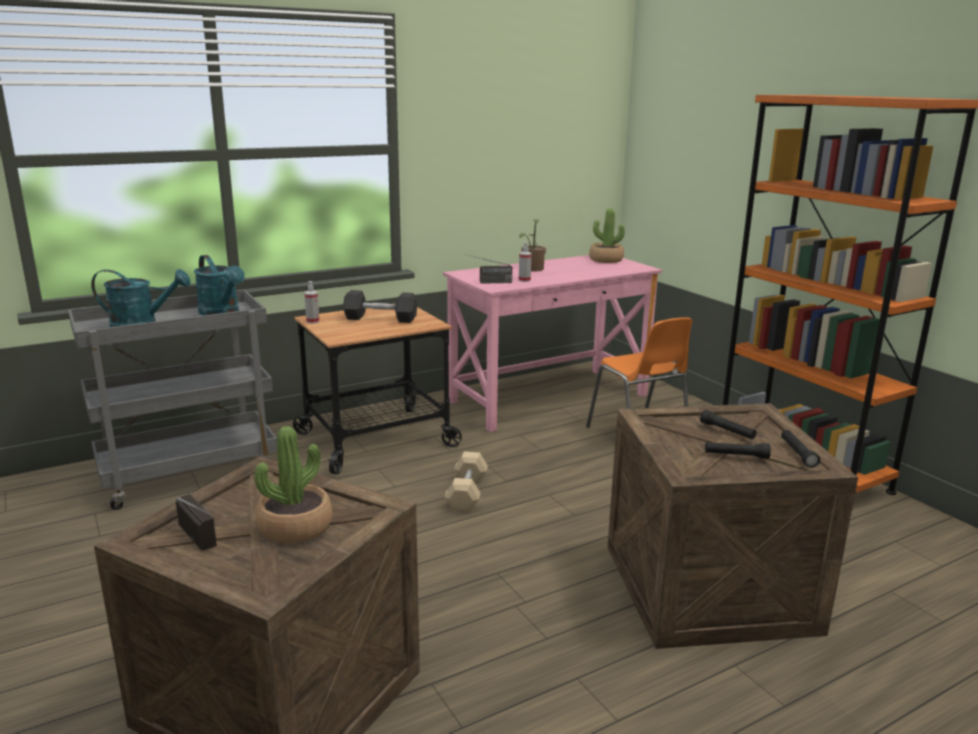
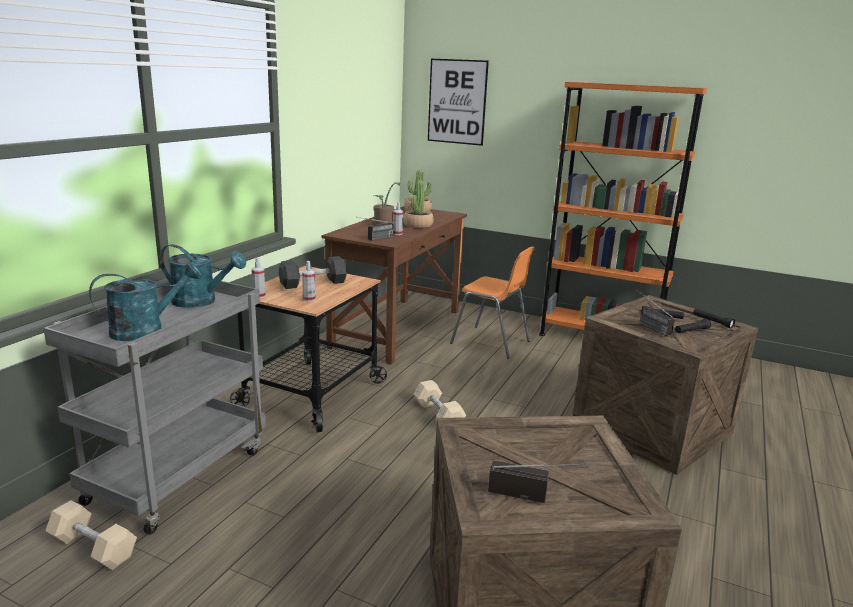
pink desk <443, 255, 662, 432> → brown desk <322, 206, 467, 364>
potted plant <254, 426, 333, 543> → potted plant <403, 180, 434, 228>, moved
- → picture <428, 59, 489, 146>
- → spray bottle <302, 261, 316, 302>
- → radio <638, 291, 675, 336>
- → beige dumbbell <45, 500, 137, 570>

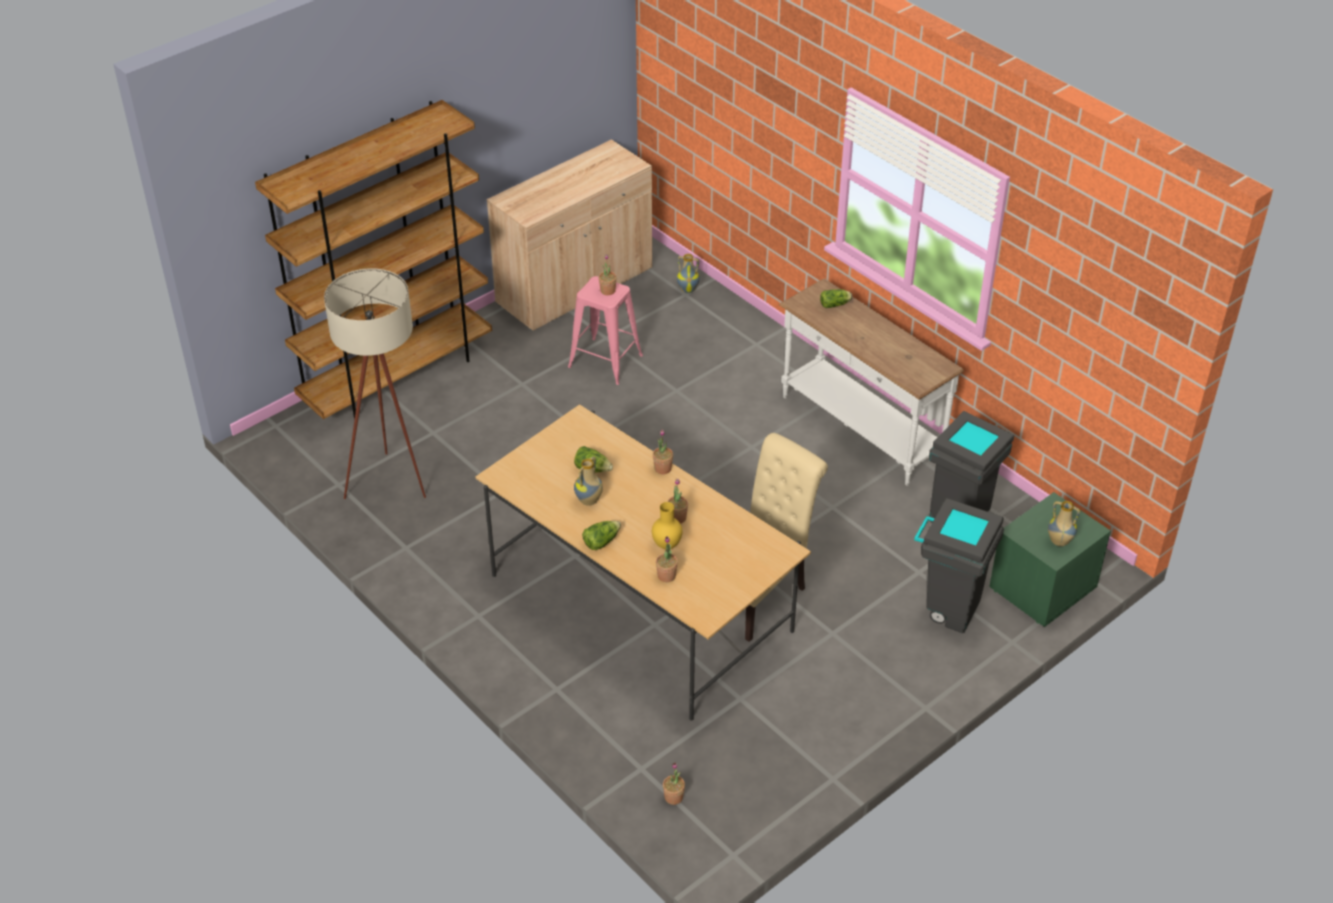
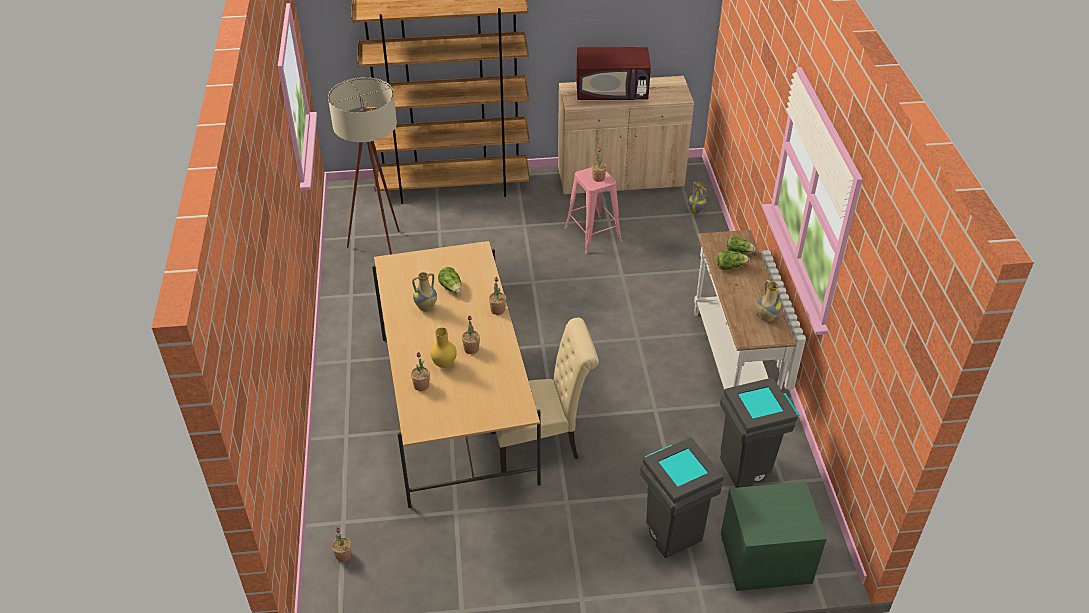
vase <1048, 501, 1080, 546> → vase <757, 280, 782, 322>, moved
lettuce <582, 521, 621, 550> → lettuce <717, 251, 750, 270>, moved
- → red microwave <576, 47, 651, 100>

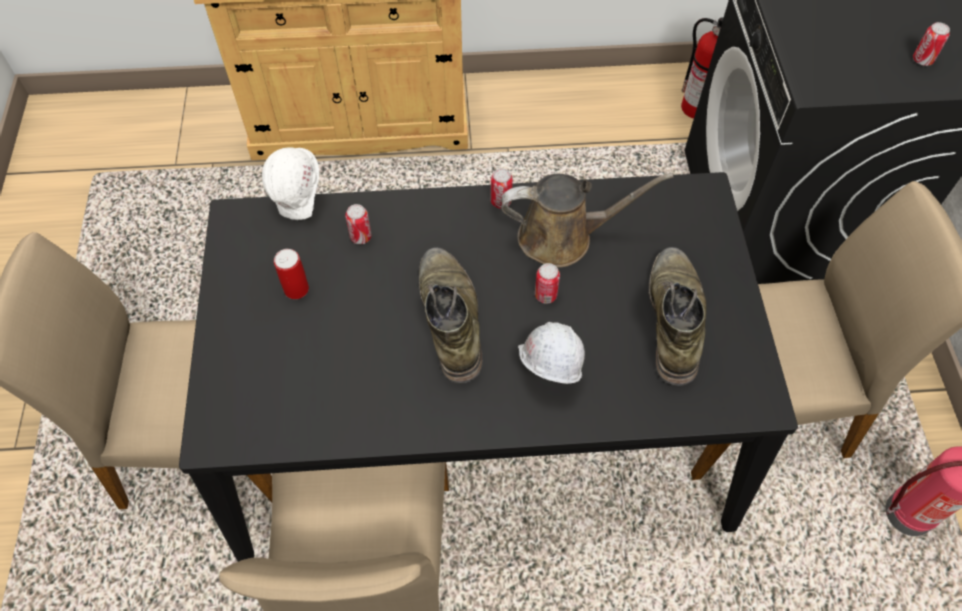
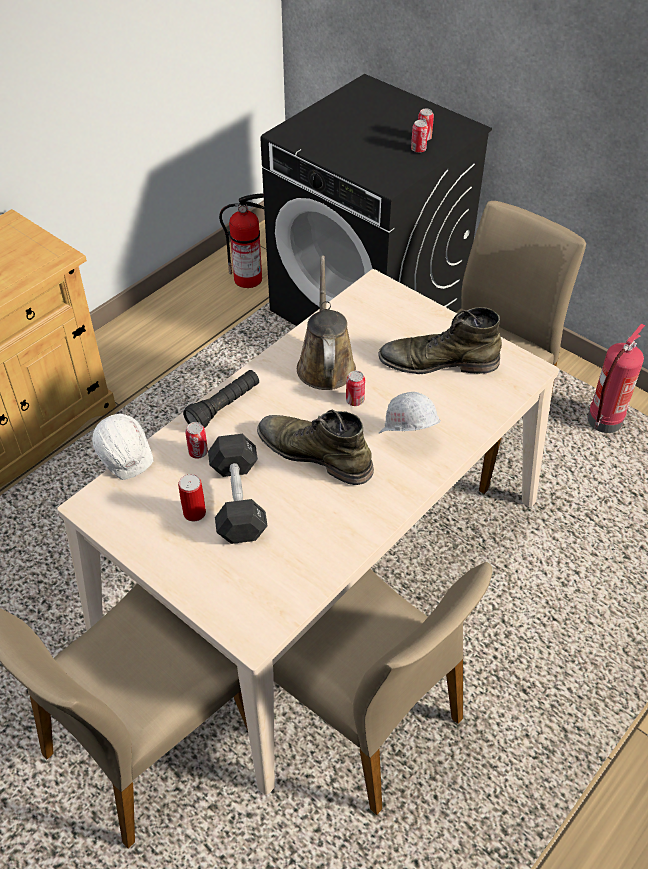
can <491, 168, 513, 208> → can <411, 120, 428, 153>, moved
black dining table <179, 172, 798, 562> → beige dining table <57, 269, 559, 795>
brown watering can <501, 173, 674, 268> → brown watering can <297, 256, 356, 390>, 45 degrees counterclockwise
green boot <648, 247, 706, 386> → green boot <378, 307, 502, 374>, 45 degrees counterclockwise
- → black flashlight <183, 370, 259, 428>
- → black dumbbell <208, 434, 267, 544>

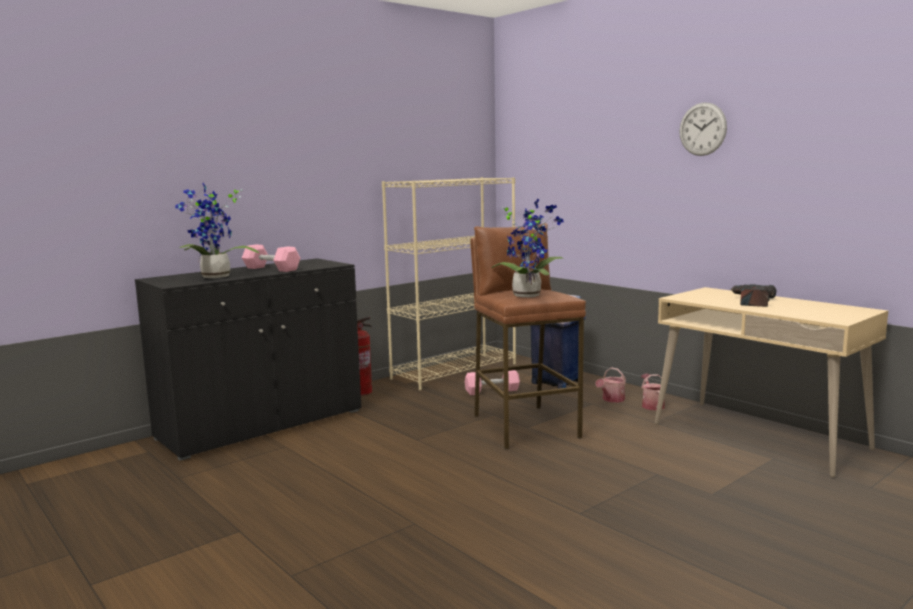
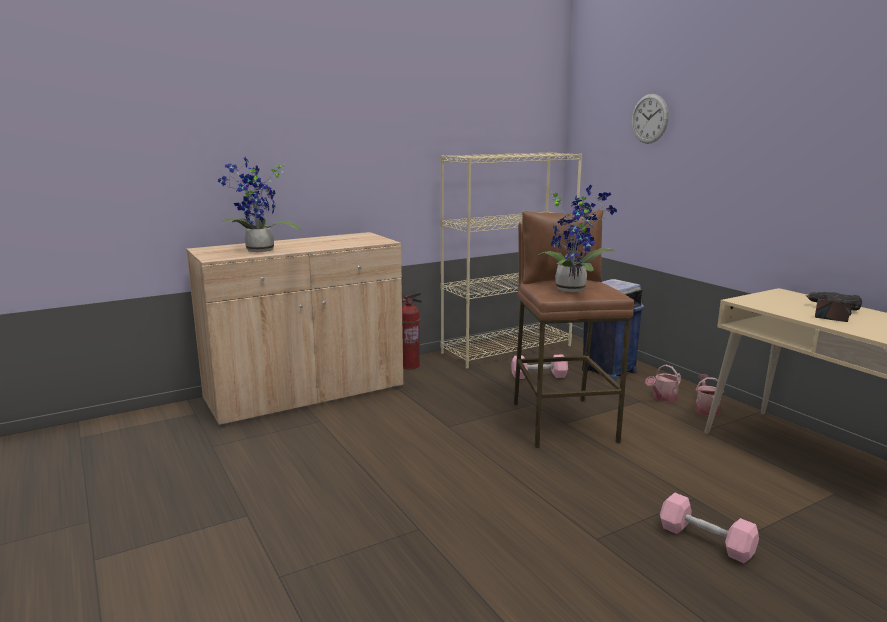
wall clock <679, 102, 727, 156> → wall clock <632, 94, 669, 144>, moved
pink dumbbell <242, 244, 300, 272> → pink dumbbell <660, 493, 759, 563>, moved
black cabinet <135, 258, 361, 461> → beige cabinet <186, 232, 403, 427>

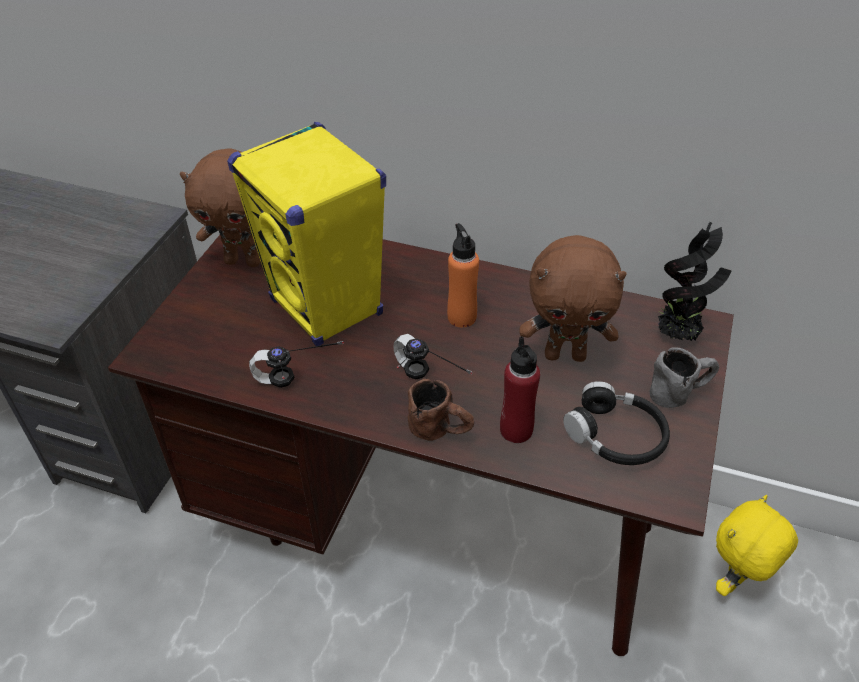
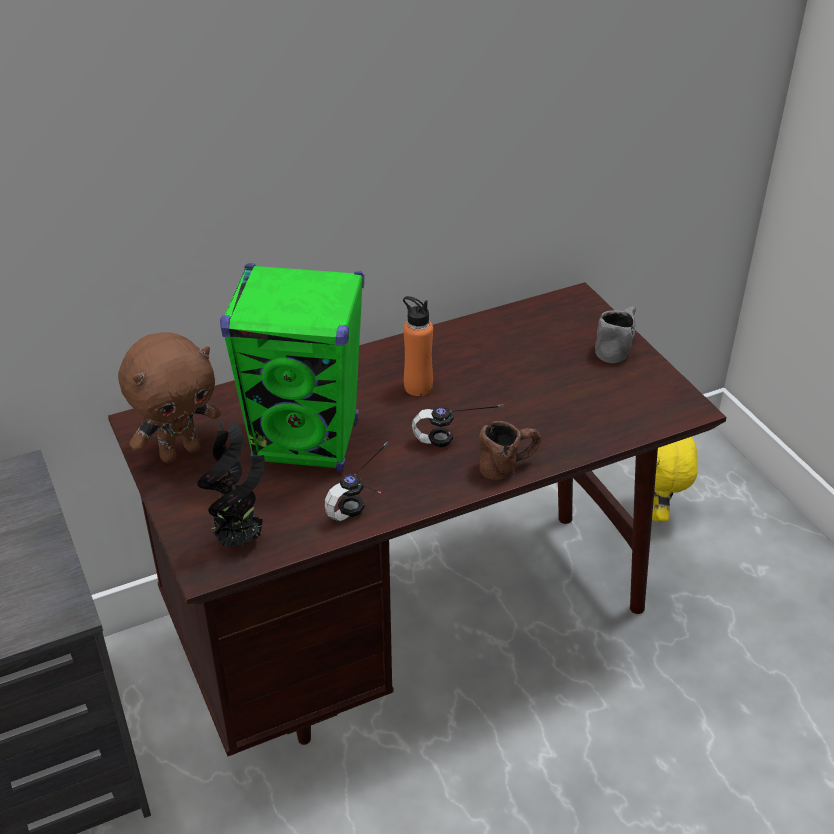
yellow speaker <227, 122, 386, 346> → green speaker <220, 263, 364, 472>
potted plant <658, 222, 732, 341> → potted plant <197, 420, 265, 548>, moved
brown plush toy <519, 235, 627, 362> → -
red bottle <500, 336, 540, 443> → -
black headphones <563, 381, 670, 465> → -

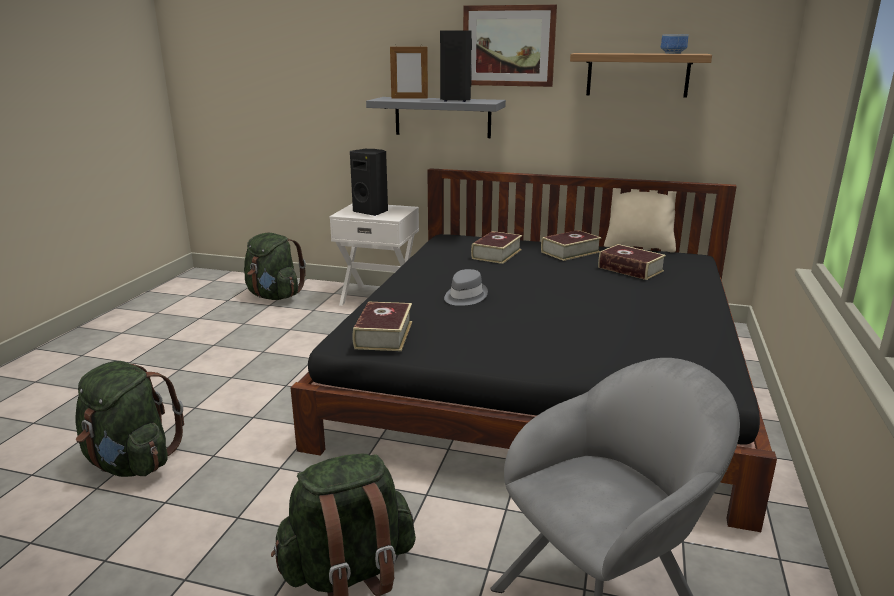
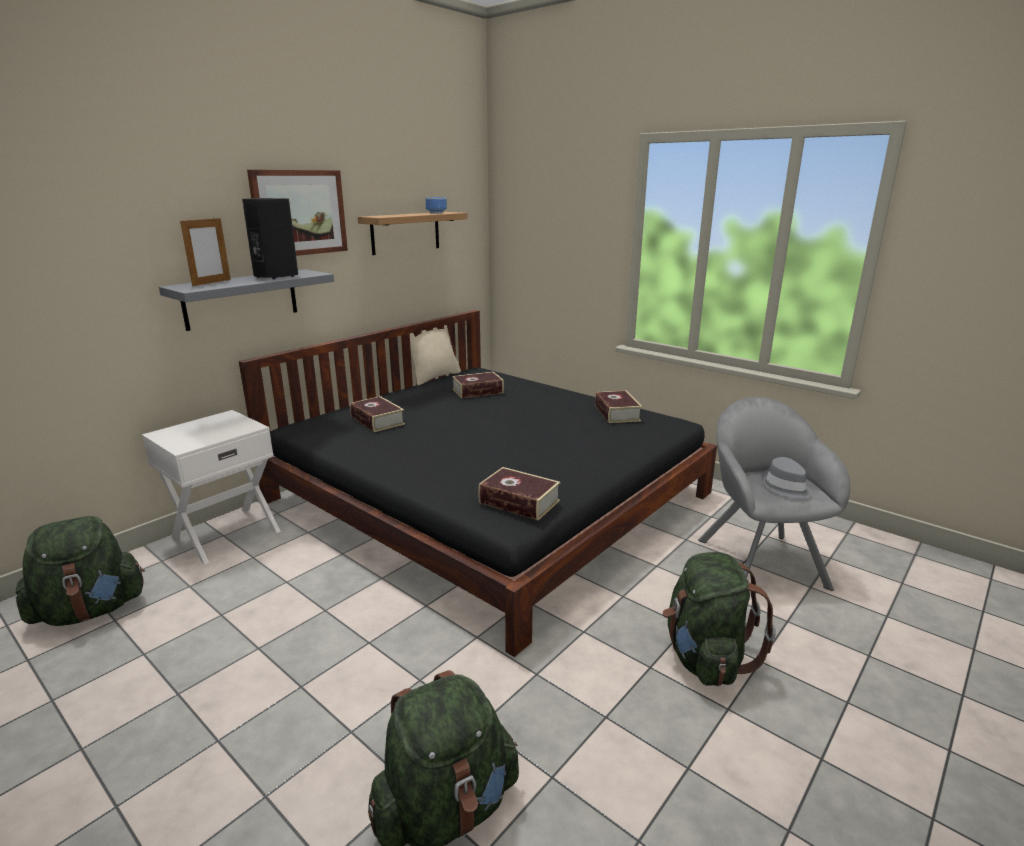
black speaker <350, 149, 388, 216> → -
book <541, 230, 602, 261> → book <595, 390, 642, 423>, moved
grey hat <444, 269, 488, 306> → grey hat <762, 457, 812, 499>, moved

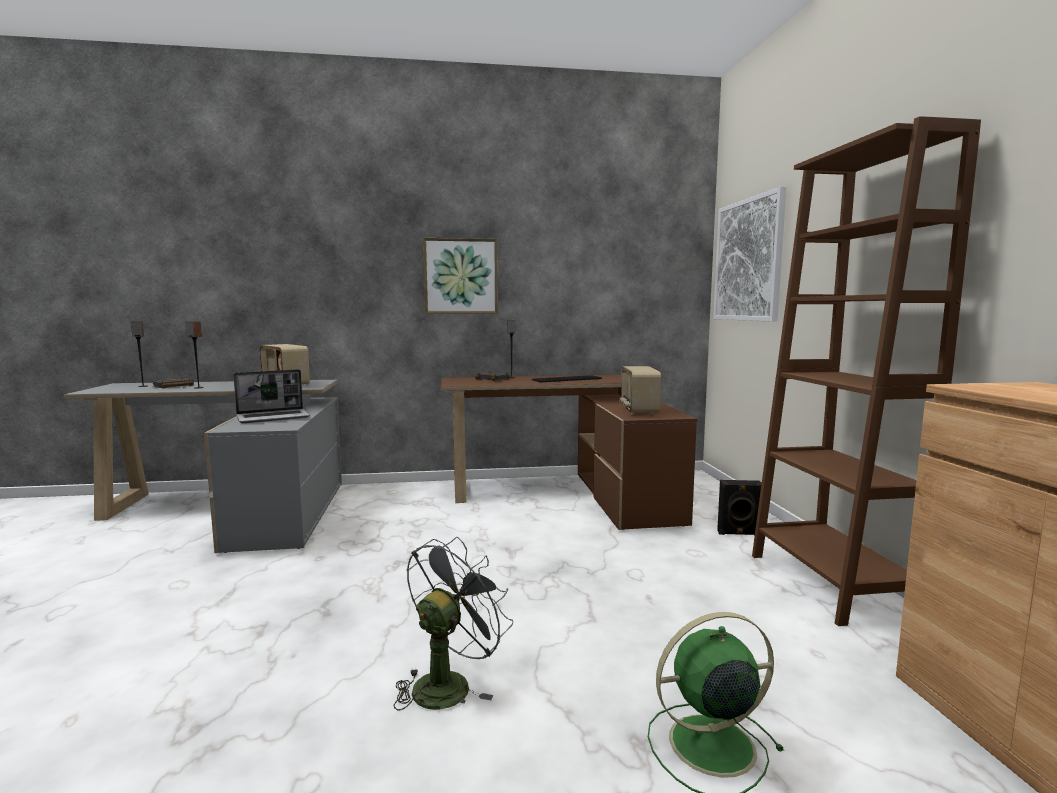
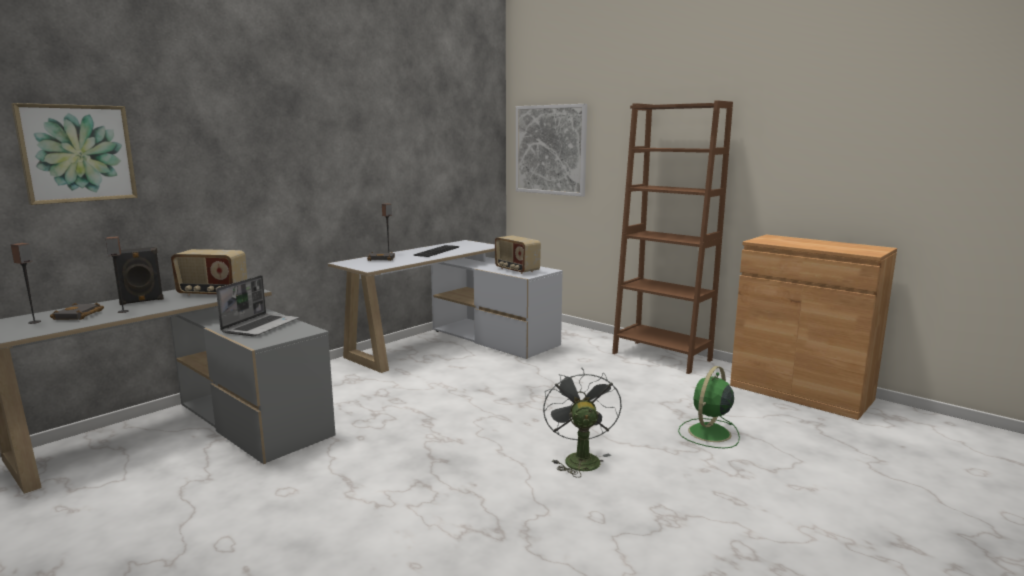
picture <423, 238, 498, 314> → picture <11, 103, 138, 205>, moved
brown desk <441, 375, 698, 530> → white desk <328, 240, 563, 373>
black speaker <717, 480, 762, 536> → black speaker <113, 247, 164, 305>, moved

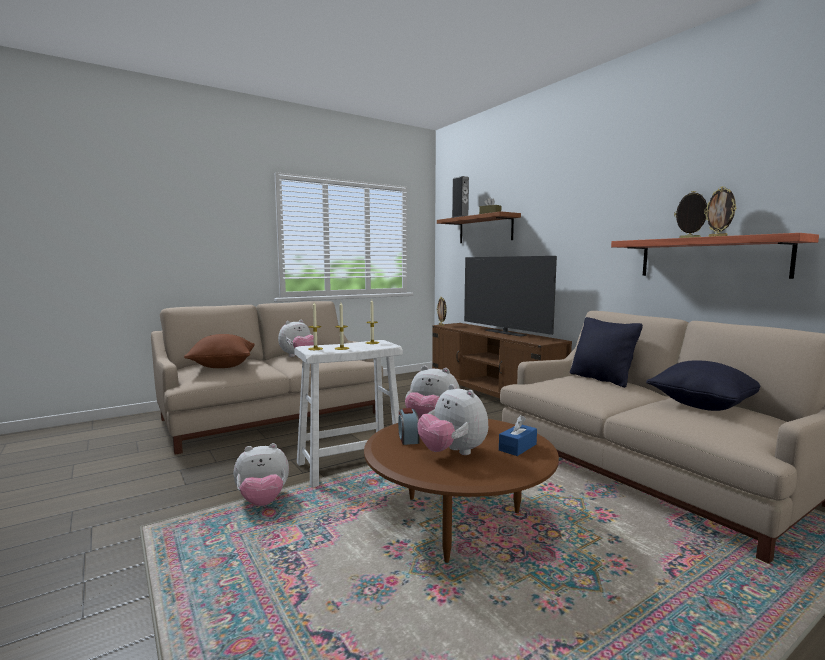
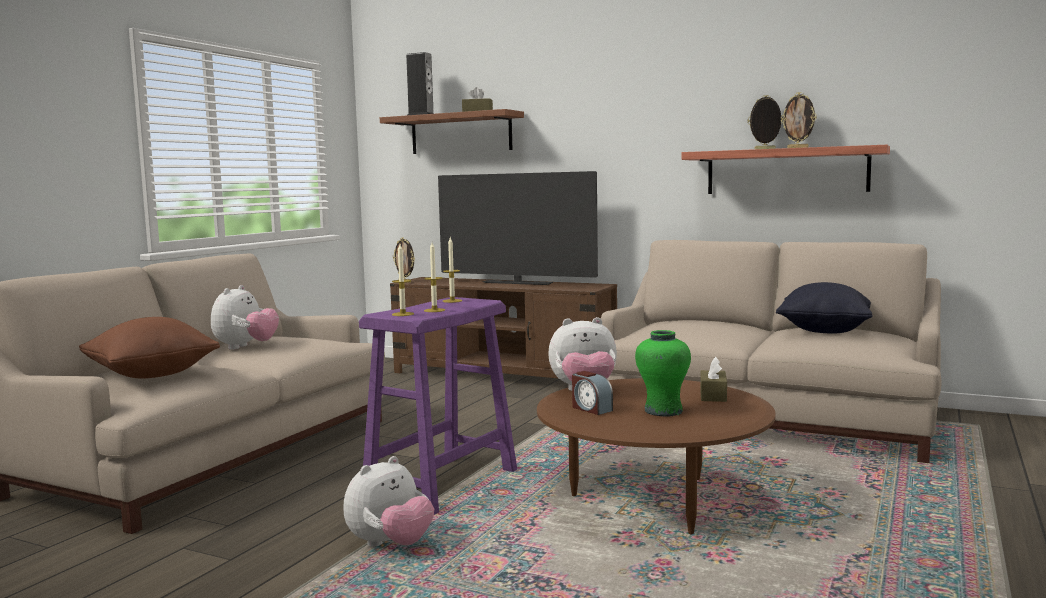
black pillow <570, 317, 643, 388> → -
white stool <294, 340, 403, 487> → purple stool <359, 297, 517, 515>
plush toy <417, 384, 488, 455> → green vase <635, 330, 691, 416>
blue tissue box <499, 415, 537, 456> → brown tissue box <700, 357, 727, 402>

